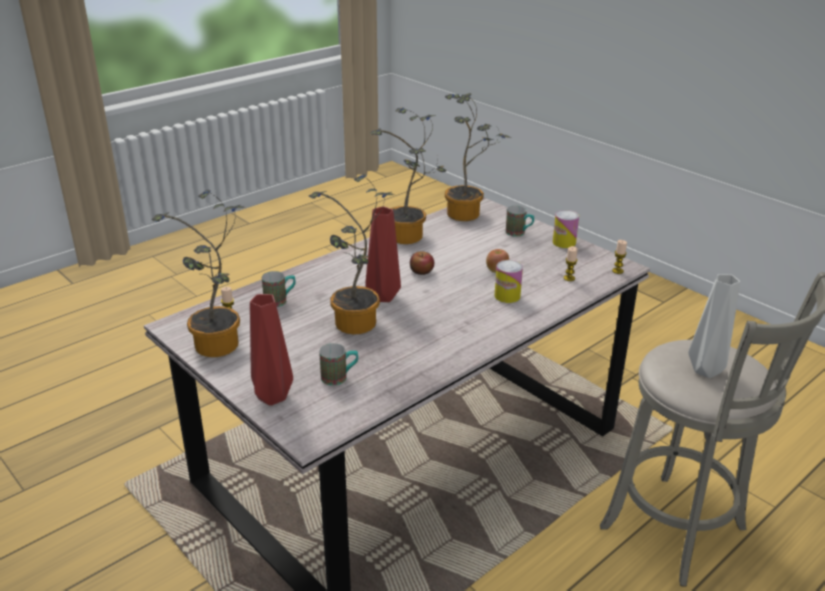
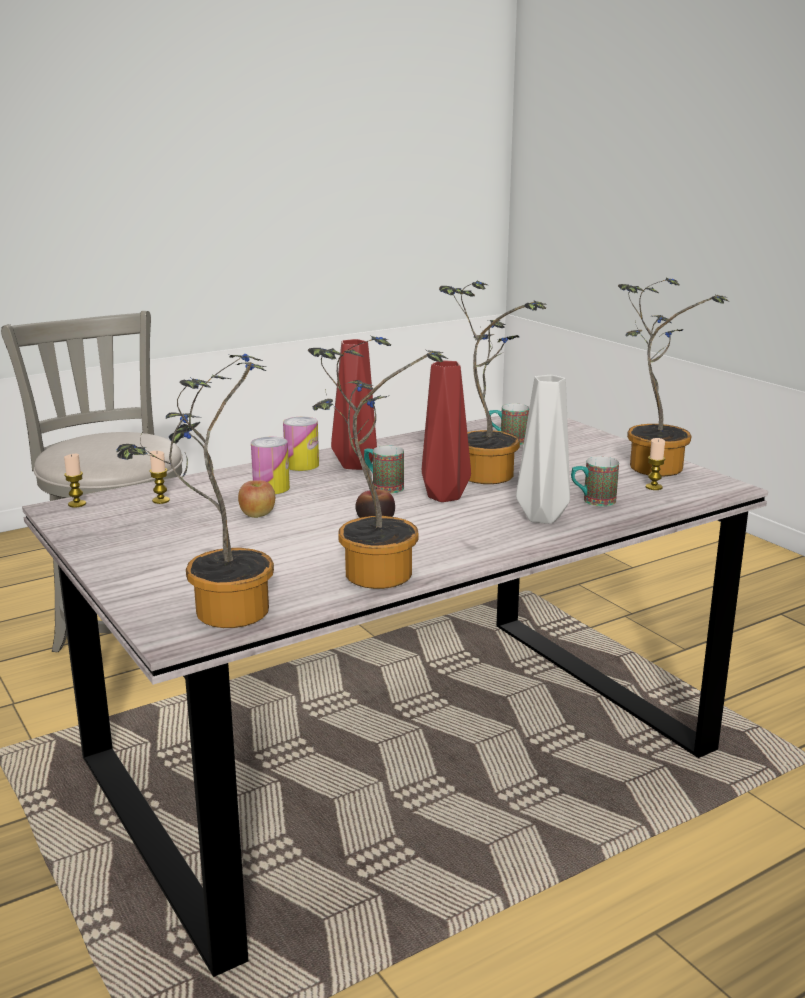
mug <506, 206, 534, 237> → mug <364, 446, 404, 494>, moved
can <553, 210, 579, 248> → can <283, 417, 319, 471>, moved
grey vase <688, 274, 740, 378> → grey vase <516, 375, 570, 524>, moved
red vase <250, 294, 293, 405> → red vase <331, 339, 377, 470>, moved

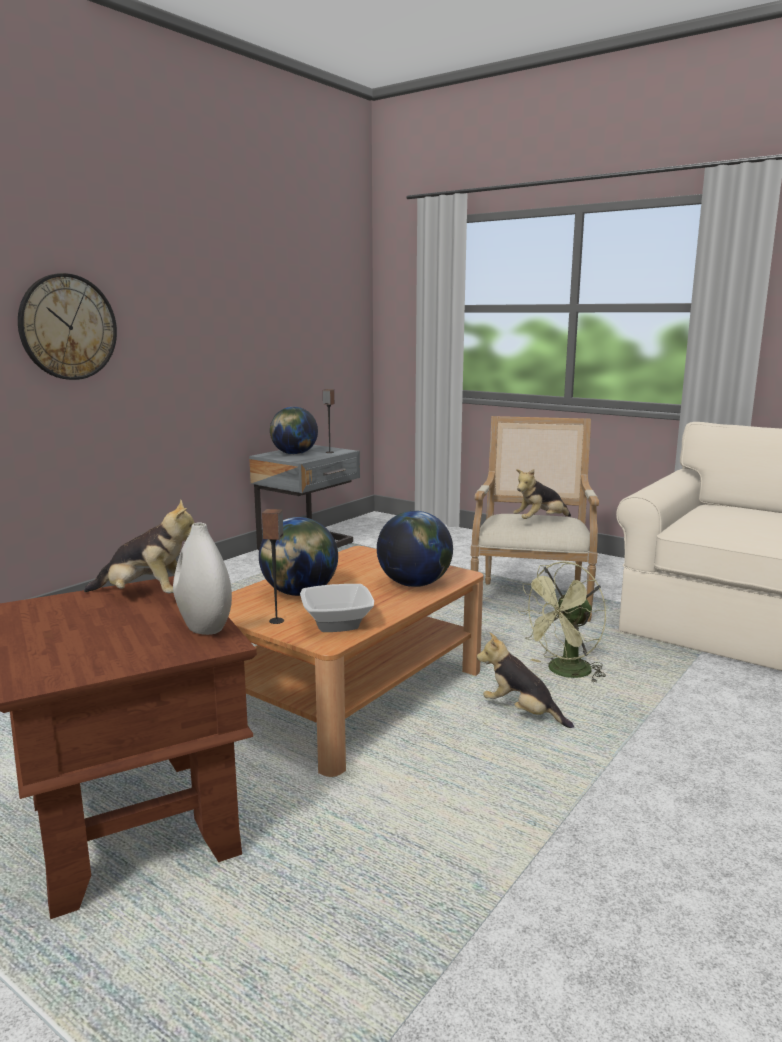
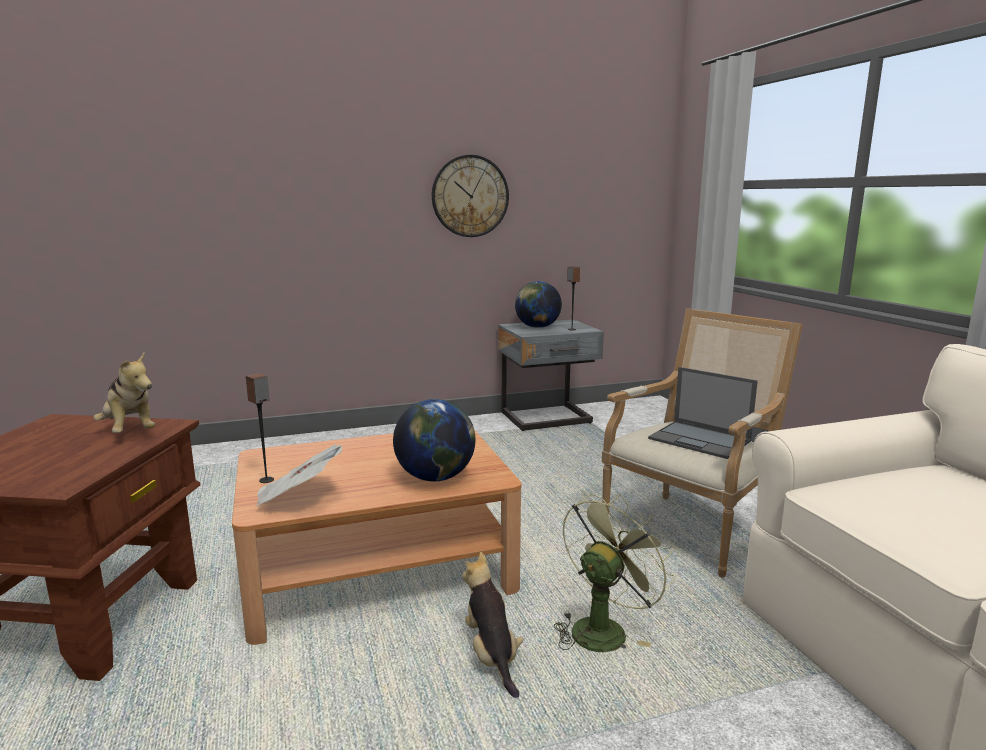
wall clock <18, 273, 117, 380> → wall clock <432, 155, 509, 237>, moved
plush toy <513, 469, 571, 519> → laptop <648, 367, 758, 459>
globe <259, 517, 338, 596> → -
white vase <173, 522, 232, 635> → -
green fan <517, 561, 607, 683> → green fan <554, 494, 674, 652>, 135 degrees clockwise
bowl <300, 584, 374, 632> → newspaper <255, 444, 343, 507>

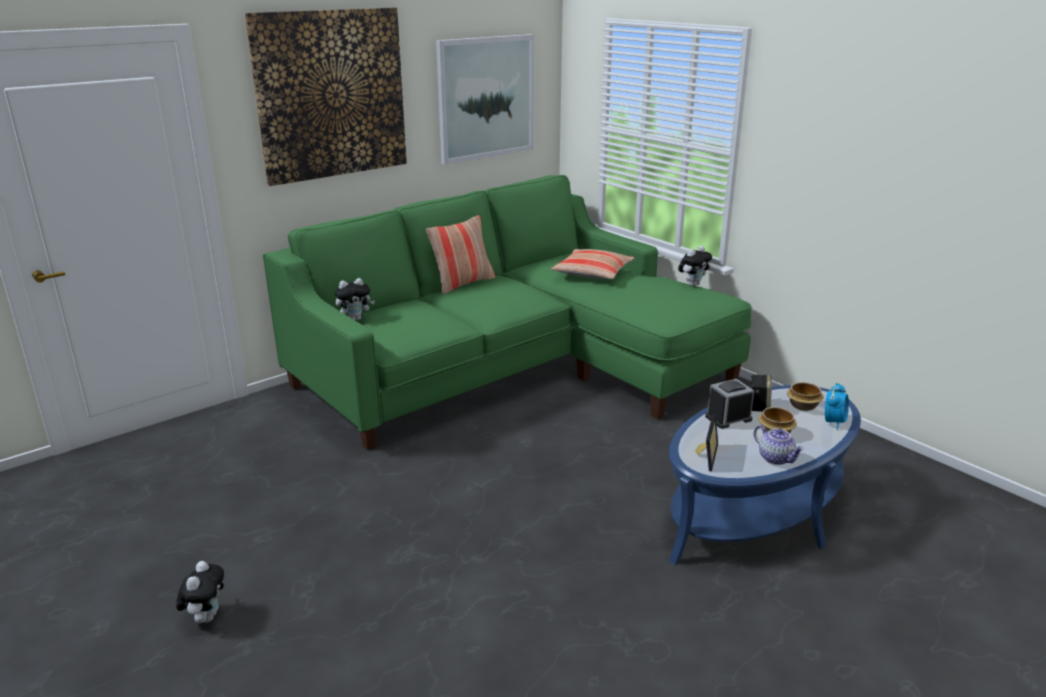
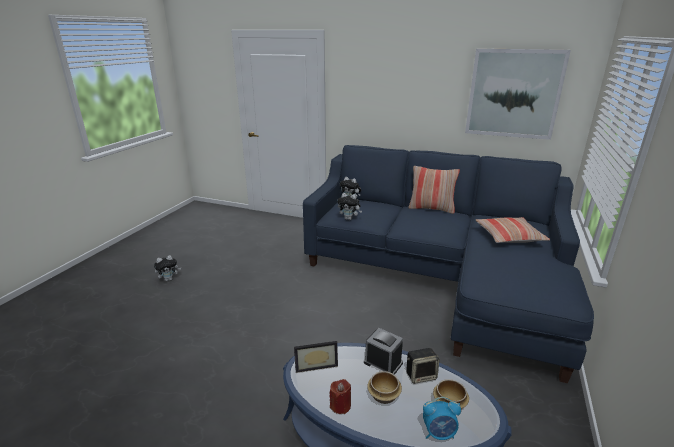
picture <244, 8, 407, 186> → -
green sofa <263, 175, 751, 450> → blue sofa <303, 145, 594, 383>
plush toy <678, 246, 712, 286> → plush toy <337, 193, 362, 220>, moved
teapot <754, 425, 804, 465> → red candle <329, 379, 351, 414>

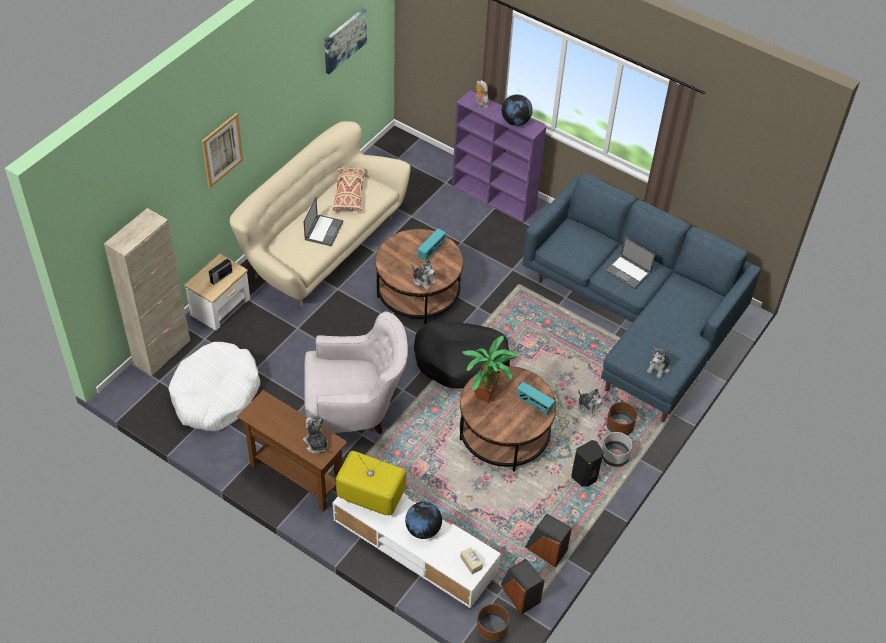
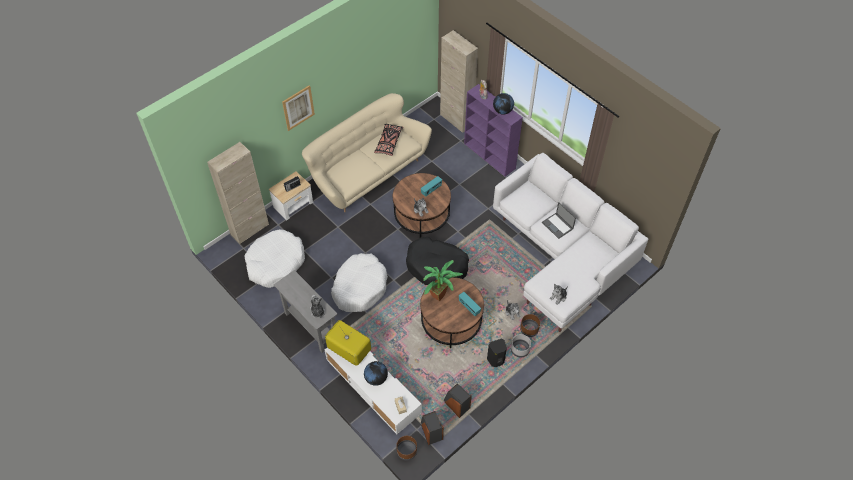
picture <324, 8, 367, 74> → -
beige pillow <332, 168, 366, 212> → black pillow <374, 124, 403, 156>
blue sofa <523, 173, 761, 422> → white sofa <493, 153, 648, 332>
laptop <303, 197, 343, 246> → -
white armchair <304, 311, 408, 434> → white dog bed <331, 253, 388, 312>
brown console table <237, 390, 348, 512> → grey console table <274, 270, 338, 353>
- → beige cabinet <440, 30, 478, 133>

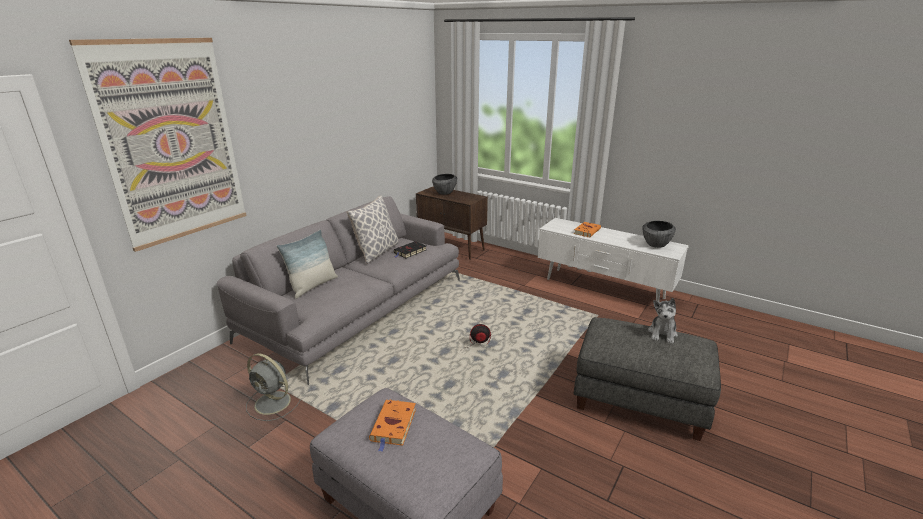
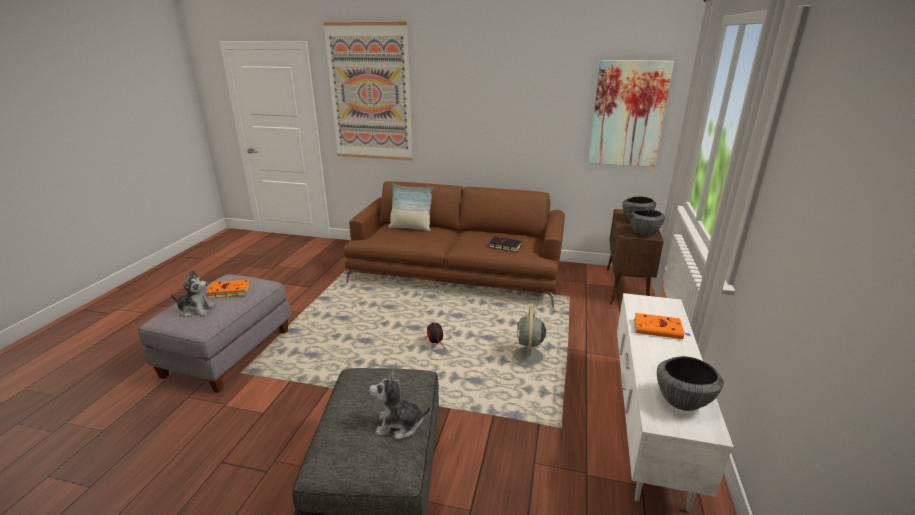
grey sofa <217, 196, 460, 385> → brown sofa <344, 181, 565, 308>
pillow <346, 196, 399, 264> → -
grey fan <246, 353, 301, 421> → grey fan <509, 307, 551, 365>, moved
- → picture <588, 60, 674, 167>
- → bowl <630, 210, 665, 237>
- → plush toy <171, 270, 216, 317>

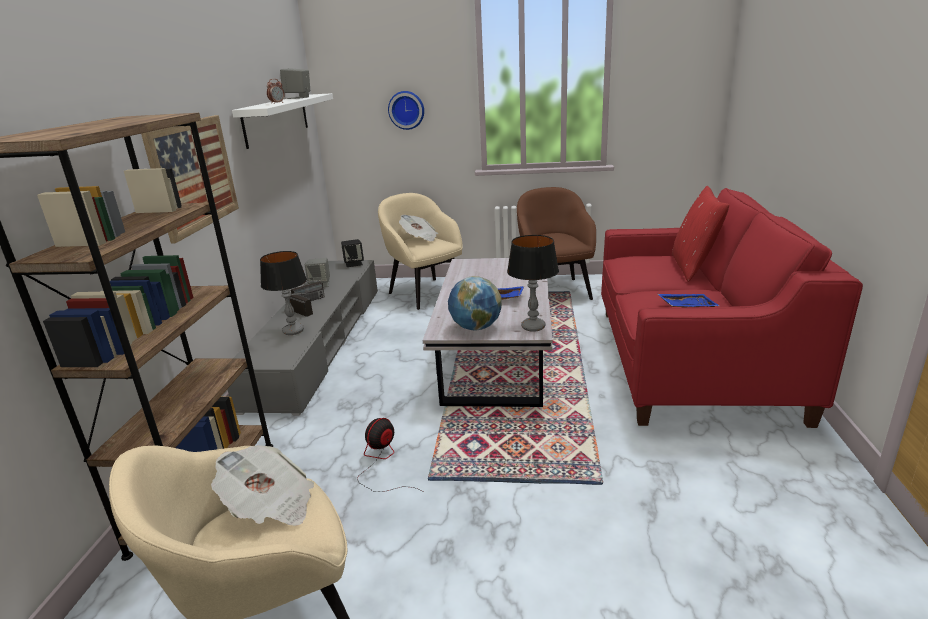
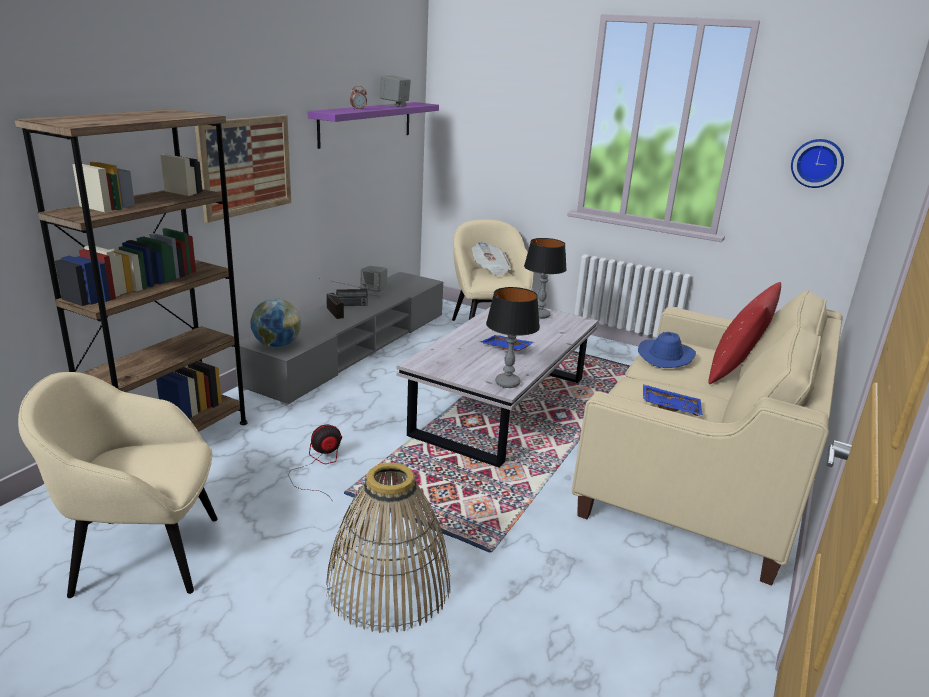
wall clock <388, 91, 424, 130> → wall clock <791, 139, 844, 188>, moved
white shelf <232, 93, 333, 149> → purple shelf <307, 102, 439, 149>
brown armchair <517, 187, 596, 300> → -
red sofa <601, 188, 863, 428> → beige sofa <572, 290, 843, 586>
black speaker <341, 239, 364, 267> → -
table lamp <260, 251, 307, 335> → table lamp <524, 238, 567, 319>, moved
globe <448, 276, 502, 331> → globe <250, 298, 301, 348>, moved
newspaper <211, 446, 314, 526> → -
- → blue hat <638, 332, 696, 368>
- → basket <327, 463, 450, 633>

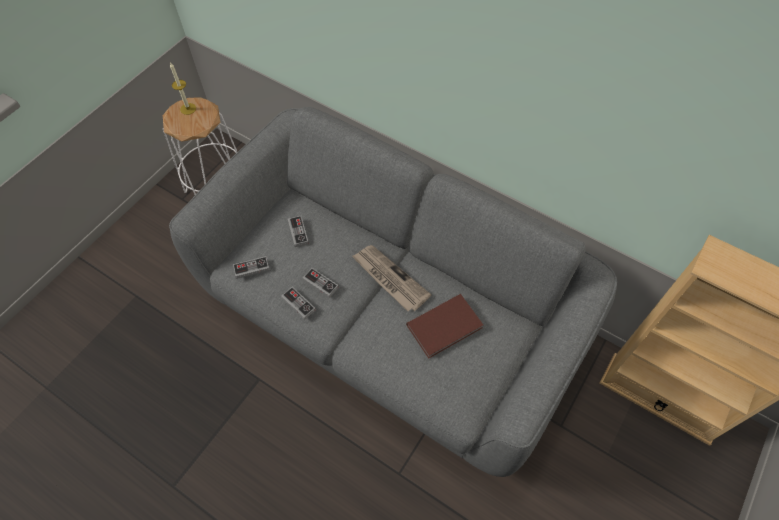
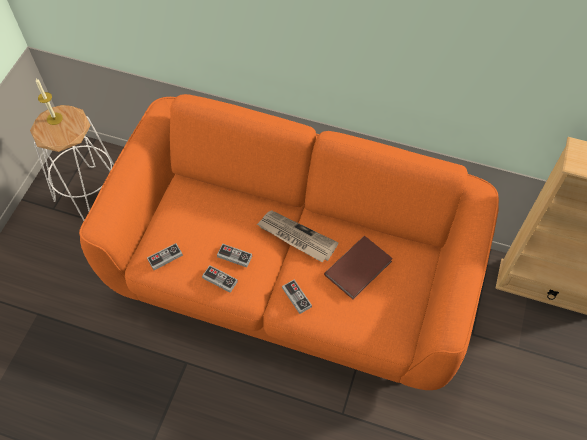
grey sofa <169, 107, 617, 477> → orange sofa <79, 94, 499, 390>
game controller <288, 216, 309, 247> → game controller <282, 280, 312, 314>, moved

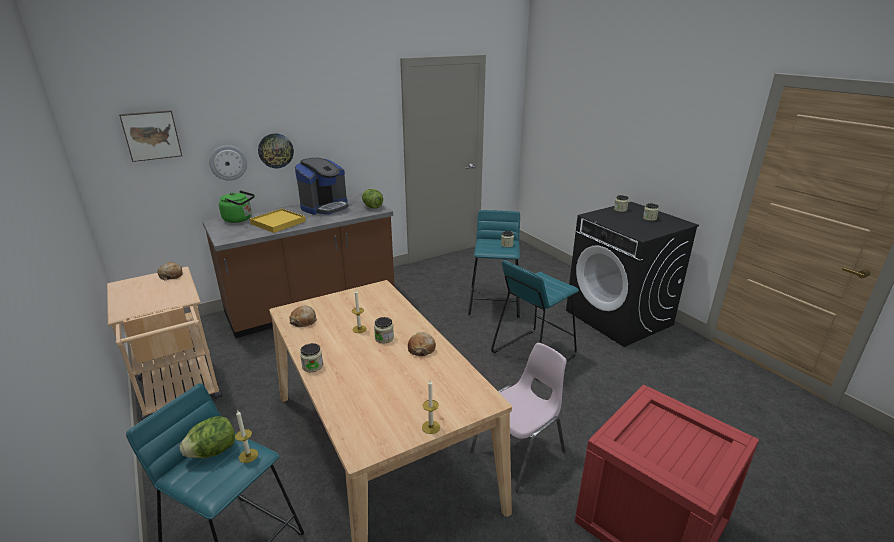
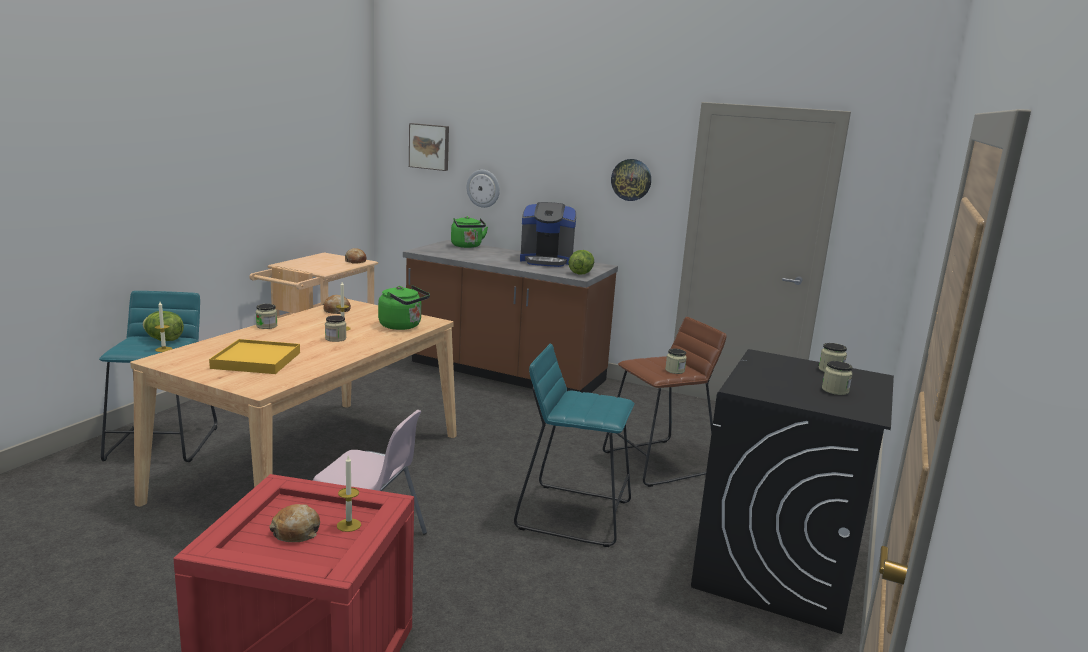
wall clock <258, 133, 294, 168> → wall clock <611, 159, 651, 201>, moved
yellow tray <250, 209, 306, 233> → yellow tray <209, 339, 300, 374>, moved
turquoise stool <468, 210, 520, 318> → brown stool <603, 317, 727, 487>
bread <408, 332, 436, 356> → bread <269, 504, 320, 542>, moved
candle <422, 380, 440, 434> → candle <337, 456, 361, 532>, moved
- → green kettle <378, 285, 430, 330>

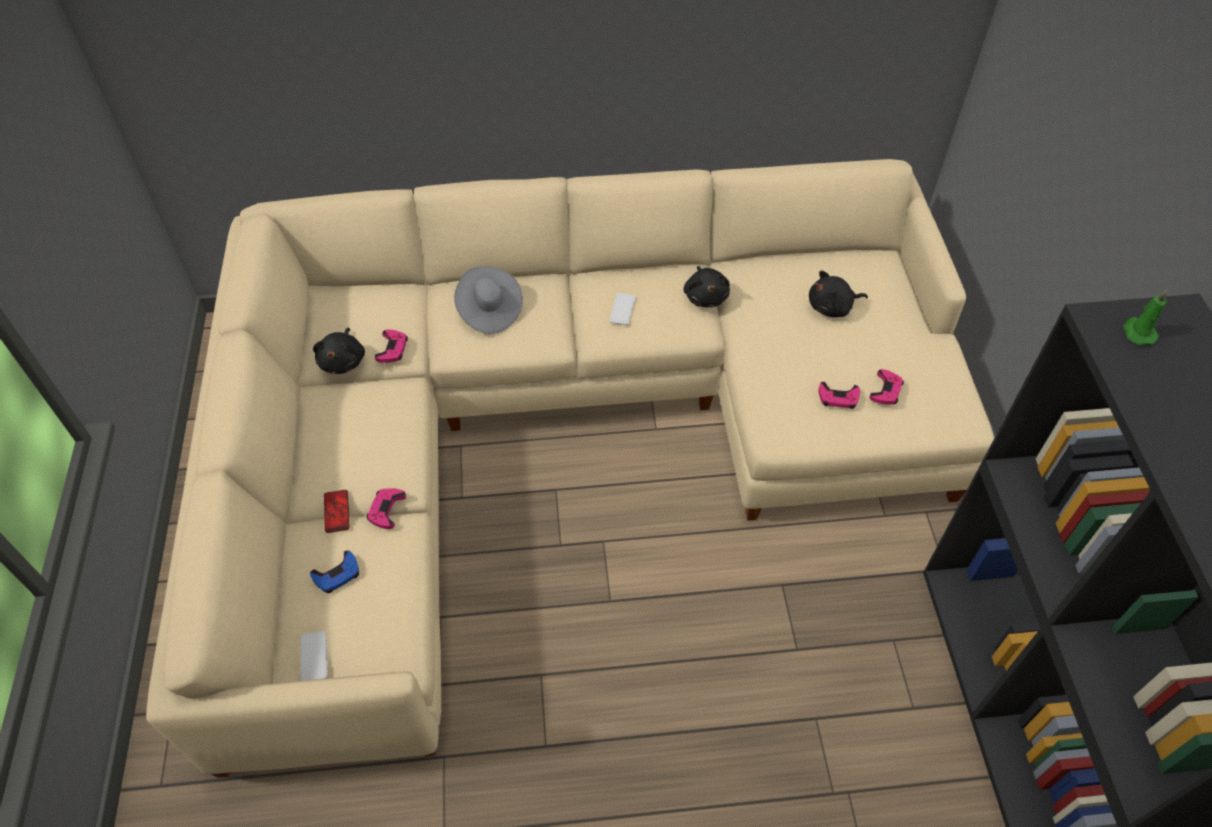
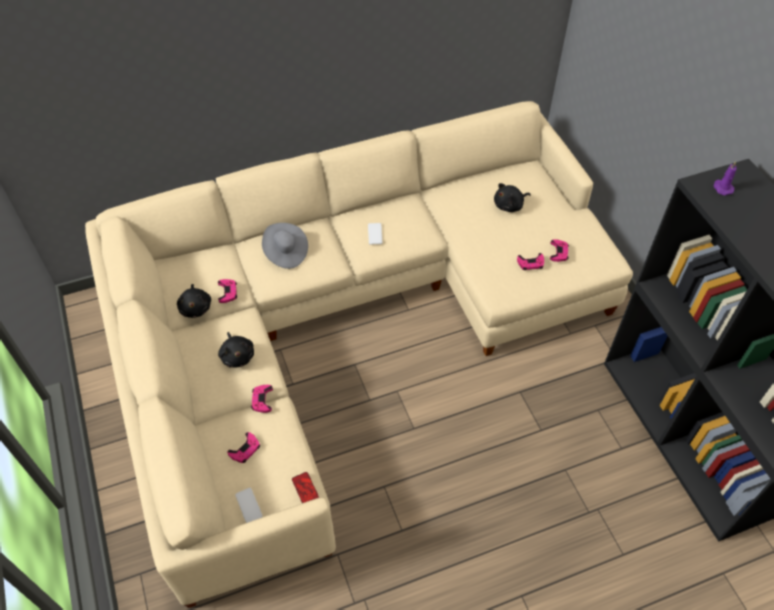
black plush toy <683, 266, 730, 307> → black plush toy <218, 332, 254, 368>, moved
green candle <1123, 290, 1167, 345> → purple candle <713, 161, 737, 195>
phone <324, 490, 350, 533> → phone <292, 472, 319, 503>, moved
blue game controller <310, 550, 359, 593> → pink game controller <227, 432, 260, 463>

